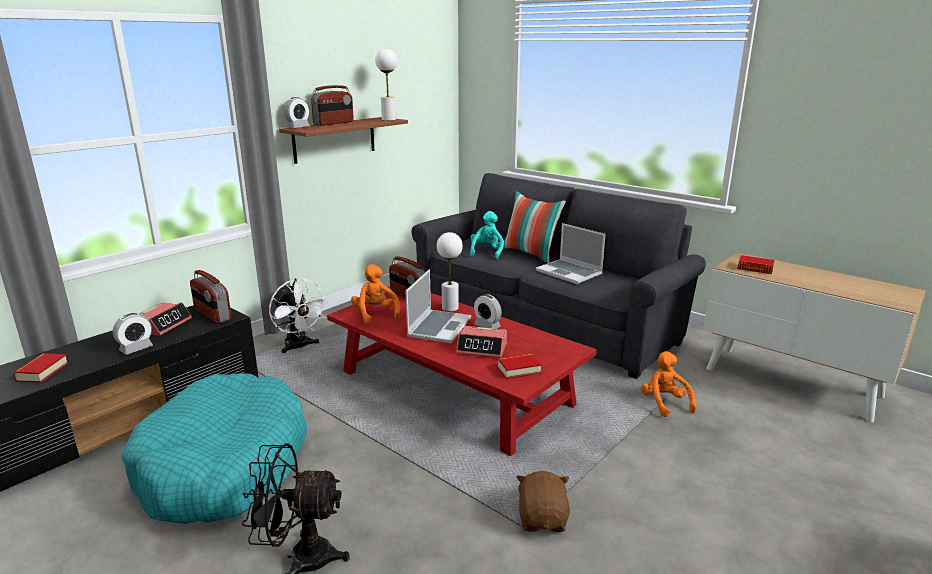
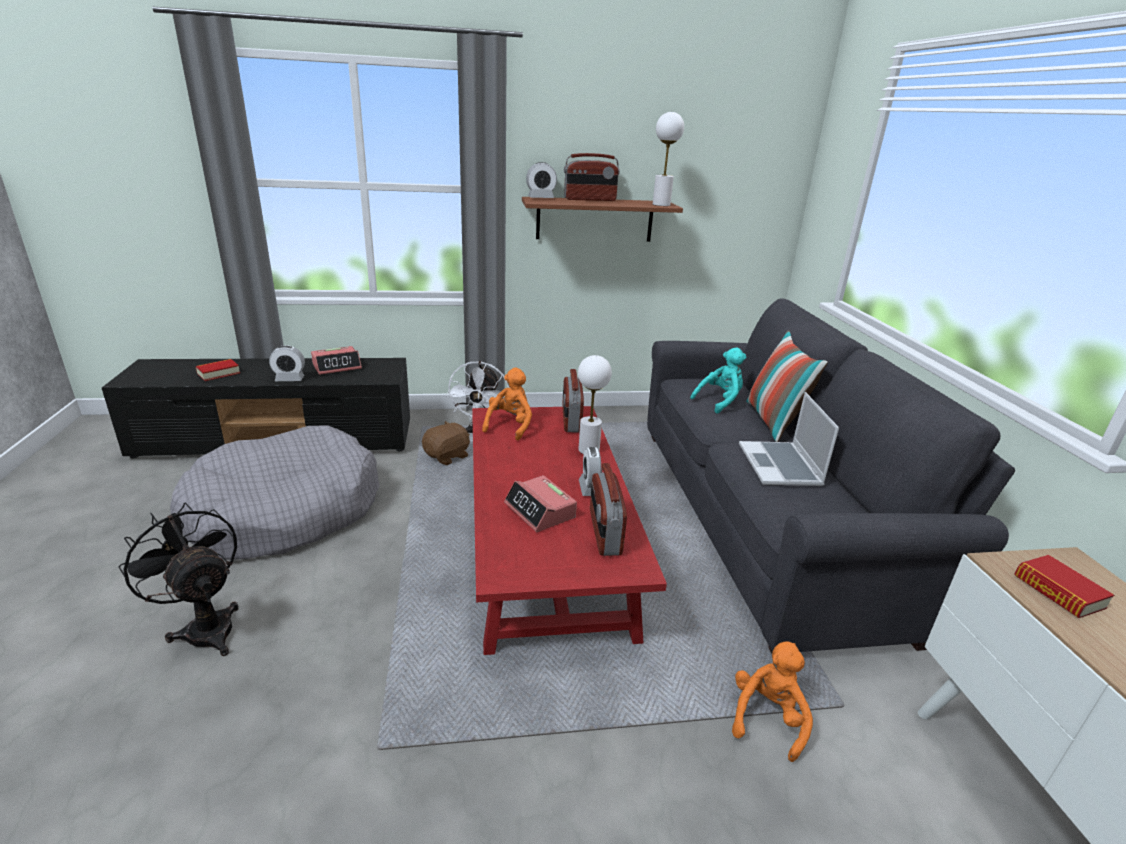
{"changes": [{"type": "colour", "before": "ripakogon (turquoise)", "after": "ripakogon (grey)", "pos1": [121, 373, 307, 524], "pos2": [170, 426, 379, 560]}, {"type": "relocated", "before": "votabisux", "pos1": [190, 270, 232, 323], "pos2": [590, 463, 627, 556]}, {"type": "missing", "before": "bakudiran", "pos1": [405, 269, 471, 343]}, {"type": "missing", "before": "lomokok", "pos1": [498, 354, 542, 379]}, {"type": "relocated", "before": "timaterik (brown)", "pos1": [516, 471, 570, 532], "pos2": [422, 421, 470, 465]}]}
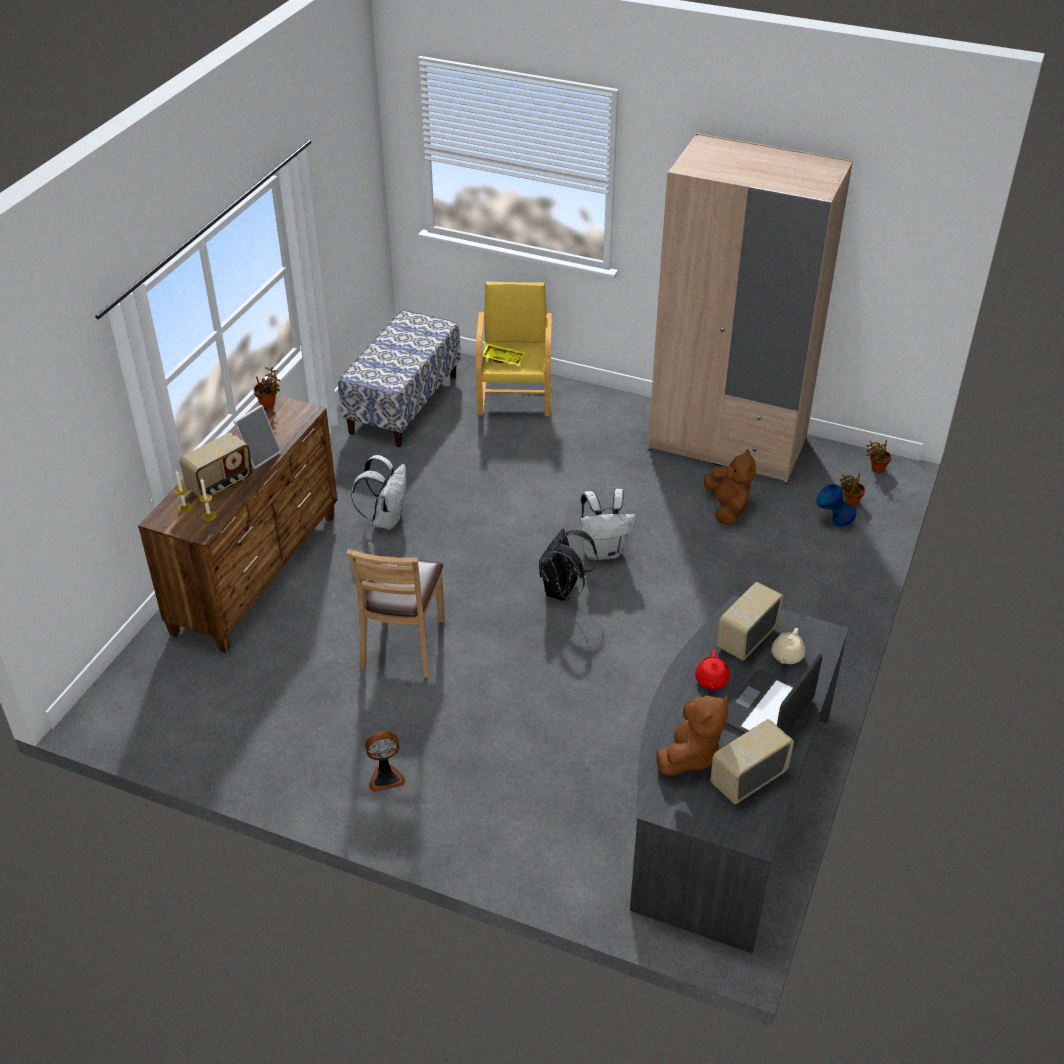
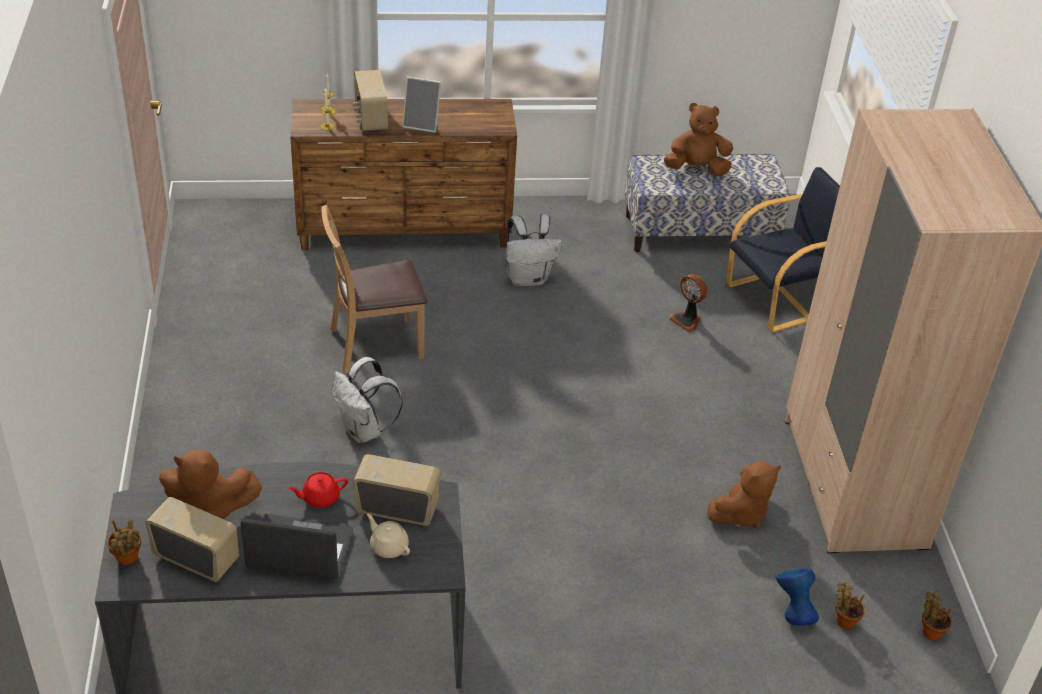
{"changes": [{"type": "spun", "before": "votabisux", "pos1": [180, 433, 253, 497], "pos2": [353, 70, 388, 131], "turn": 60}, {"type": "relocated", "before": "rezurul", "pos1": [254, 367, 280, 408], "pos2": [107, 519, 141, 565]}, {"type": "relocated", "before": "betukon", "pos1": [365, 731, 406, 792], "pos2": [669, 274, 707, 332]}, {"type": "colour", "before": "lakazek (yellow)", "after": "lakazek (black)", "pos1": [476, 282, 552, 416], "pos2": [727, 167, 840, 332]}, {"type": "missing", "before": "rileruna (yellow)", "pos1": [482, 343, 525, 366]}, {"type": "missing", "before": "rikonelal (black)", "pos1": [539, 529, 598, 601]}, {"type": "relocated", "before": "rikonelal (white)", "pos1": [580, 489, 636, 560], "pos2": [333, 357, 403, 443]}, {"type": "spun", "before": "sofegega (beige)", "pos1": [771, 628, 805, 664], "pos2": [367, 513, 410, 558], "turn": 45}, {"type": "appeared", "after": "timaterik (brown)", "pos2": [664, 103, 733, 176]}]}
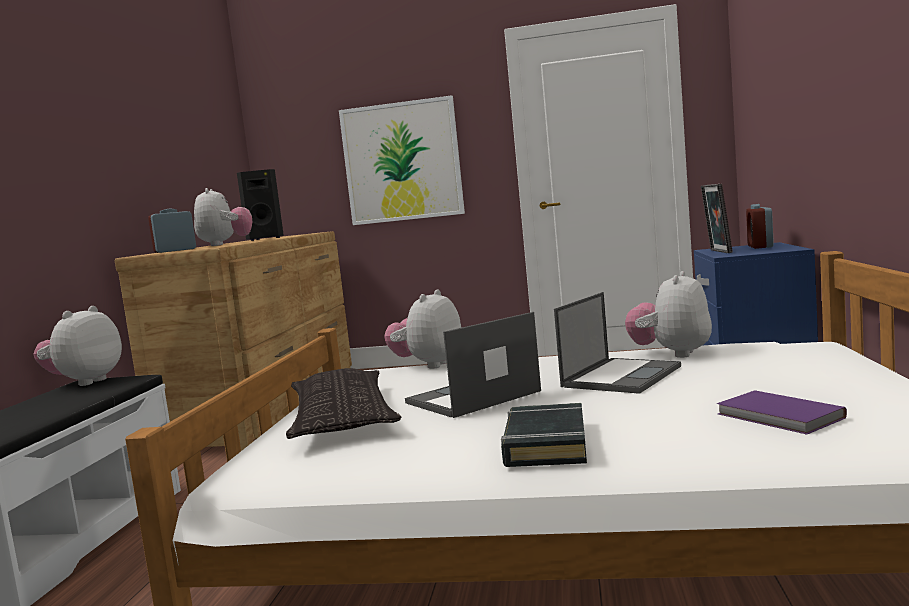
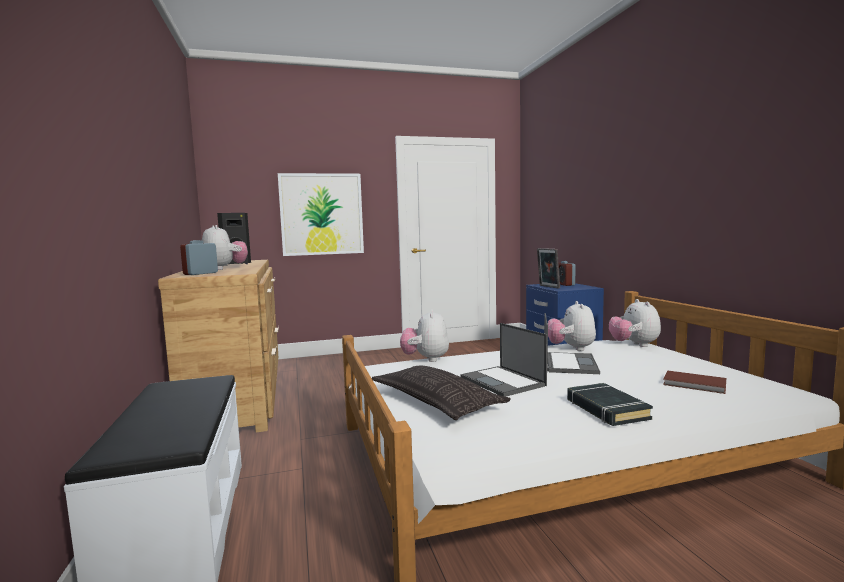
{"changes": [{"type": "relocated", "before": "timaterik", "pos1": [33, 306, 122, 386], "pos2": [609, 299, 661, 347]}, {"type": "spun", "before": "bakudiran", "pos1": [405, 312, 541, 418], "pos2": [460, 323, 547, 397], "turn": -60}, {"type": "colour", "before": "lomokok (purple)", "after": "lomokok (brown)", "pos1": [717, 390, 847, 435], "pos2": [663, 370, 726, 394]}]}
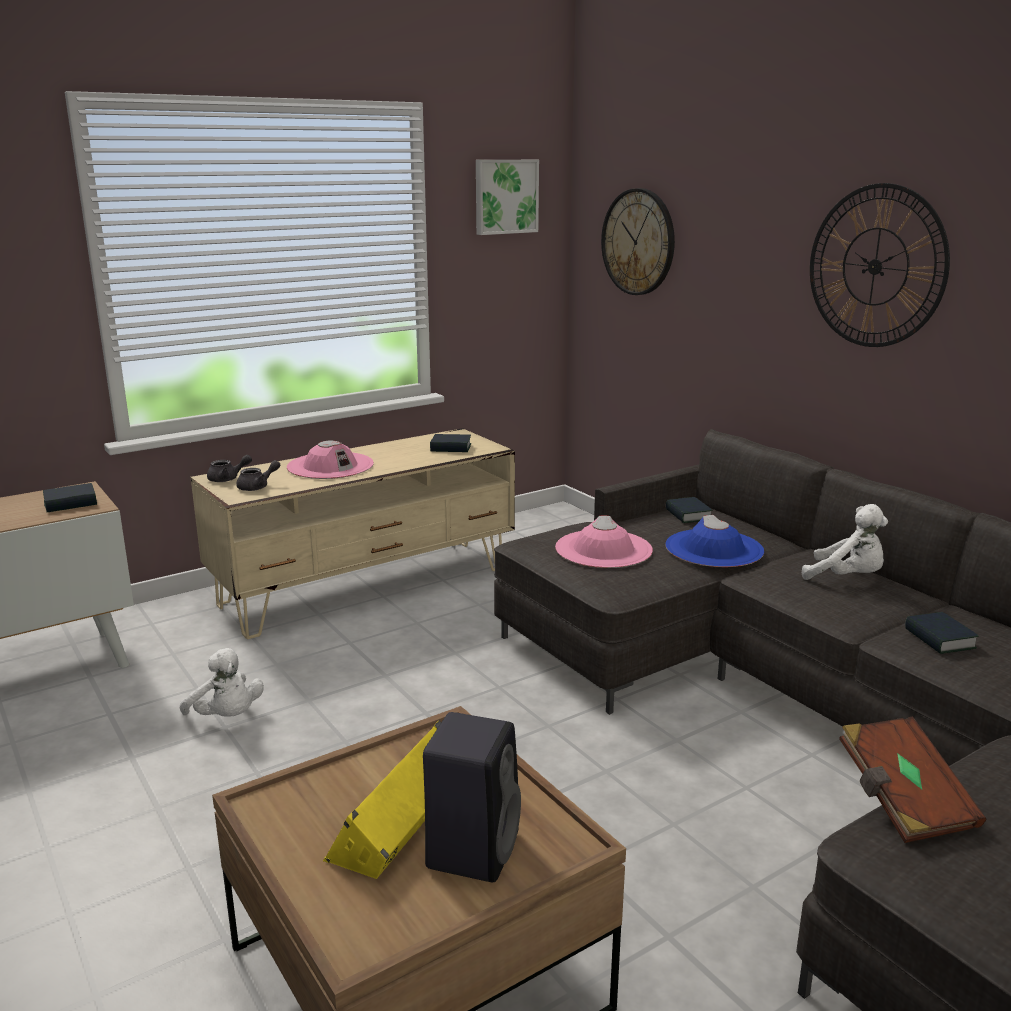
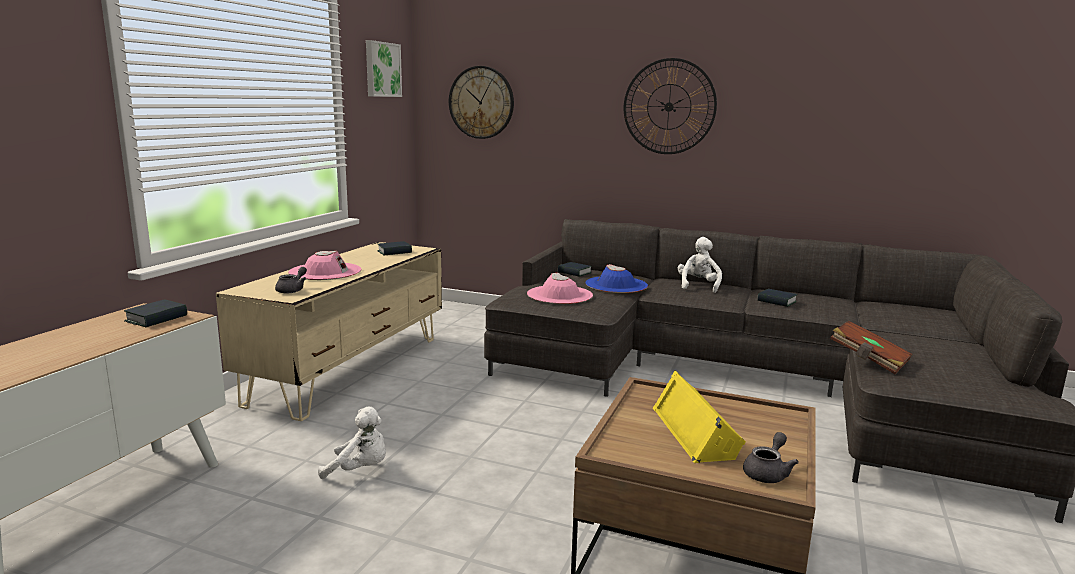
{"changes": [{"type": "relocated", "before": "sofegega (grey)", "pos1": [207, 455, 252, 482], "pos2": [743, 432, 799, 483]}, {"type": "missing", "before": "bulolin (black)", "pos1": [423, 712, 521, 882]}, {"type": "spun", "before": "timaterik (white)", "pos1": [802, 504, 888, 580], "pos2": [678, 237, 722, 293], "turn": -75}]}
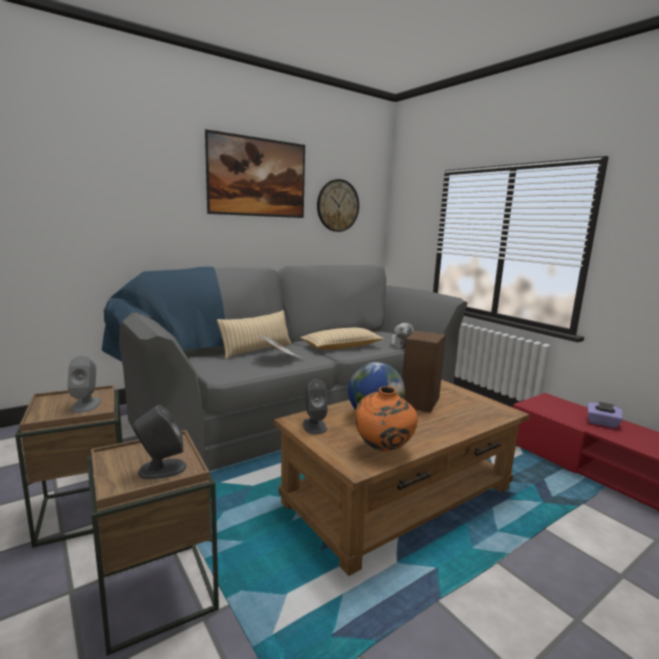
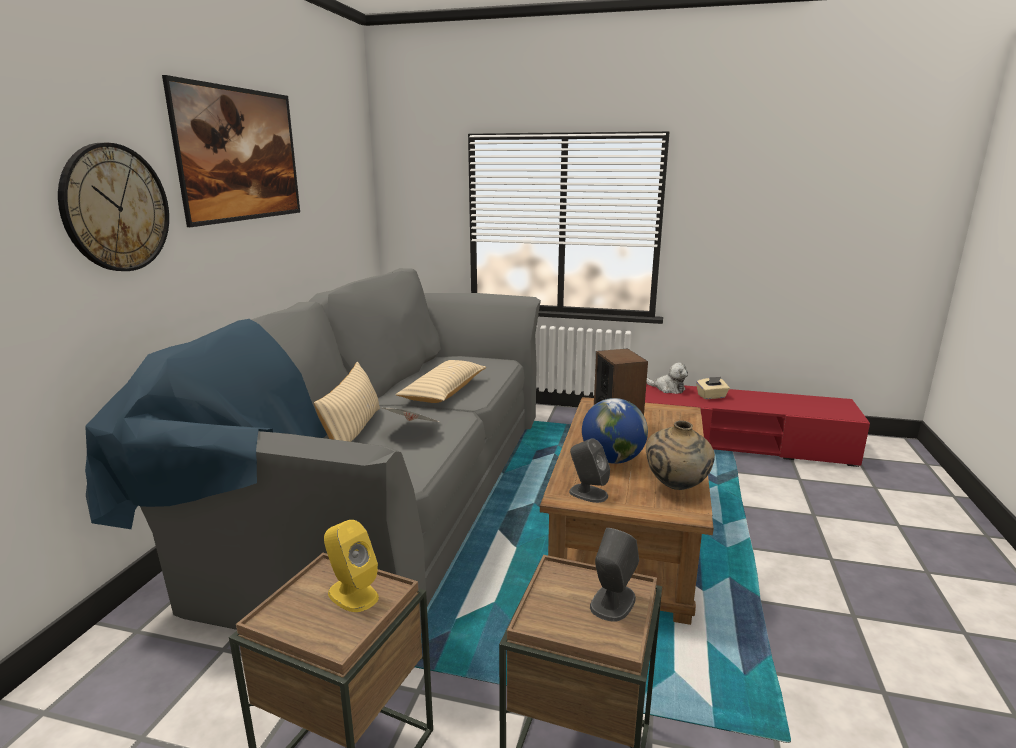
{"changes": [{"type": "colour", "before": "bulolin (grey)", "after": "bulolin (yellow)", "pos1": [67, 356, 101, 413], "pos2": [324, 520, 379, 612]}, {"type": "relocated", "before": "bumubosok", "pos1": [317, 179, 359, 232], "pos2": [58, 143, 169, 271]}, {"type": "colour", "before": "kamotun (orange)", "after": "kamotun (beige)", "pos1": [355, 386, 418, 452], "pos2": [646, 421, 715, 490]}, {"type": "relocated", "before": "timaterik", "pos1": [390, 323, 414, 349], "pos2": [646, 363, 688, 394]}, {"type": "colour", "before": "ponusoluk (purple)", "after": "ponusoluk (beige)", "pos1": [587, 401, 623, 428], "pos2": [696, 377, 730, 399]}]}
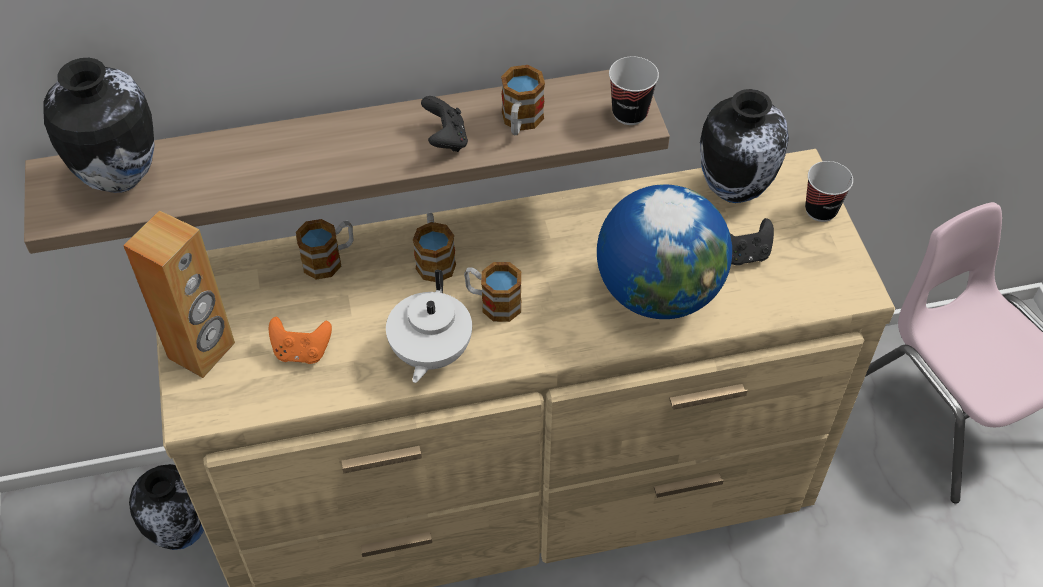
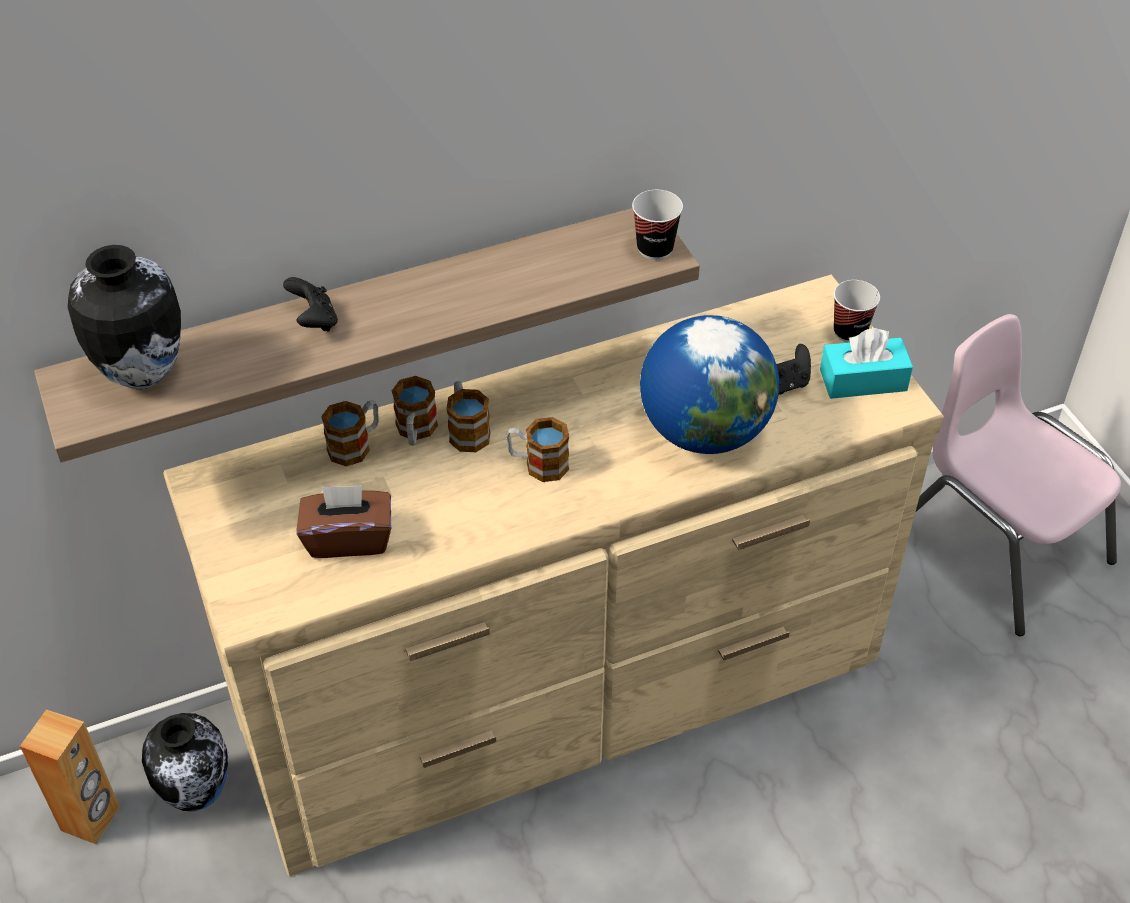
{"changes": [{"type": "relocated", "before": "bulolin (brown)", "pos1": [123, 210, 235, 378], "pos2": [20, 710, 120, 844]}, {"type": "exchanged", "before": "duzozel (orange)", "after": "ponusoluk (brown)", "pos1": [269, 317, 332, 364], "pos2": [296, 485, 391, 558]}, {"type": "missing", "before": "sofegega (white)", "pos1": [386, 270, 472, 383]}, {"type": "relocated", "before": "duzozel (black)", "pos1": [421, 96, 468, 152], "pos2": [283, 277, 338, 331]}, {"type": "relocated", "before": "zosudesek", "pos1": [501, 65, 545, 135], "pos2": [392, 376, 438, 446]}, {"type": "missing", "before": "kamotun", "pos1": [700, 89, 789, 203]}, {"type": "appeared", "after": "ponusoluk (turquoise)", "pos2": [820, 328, 913, 399]}]}
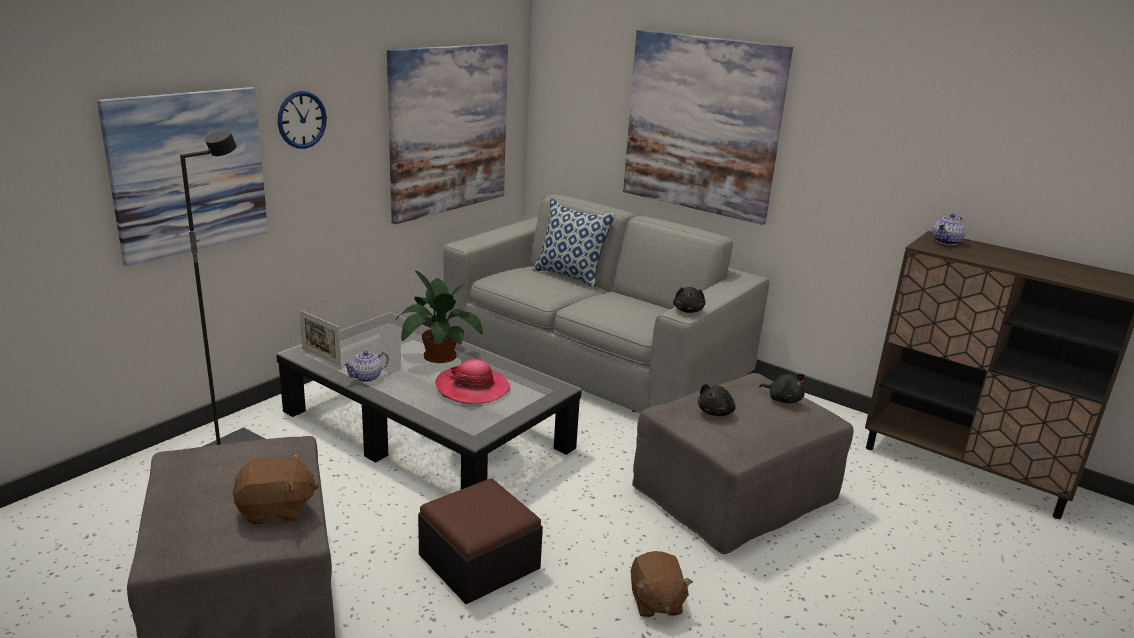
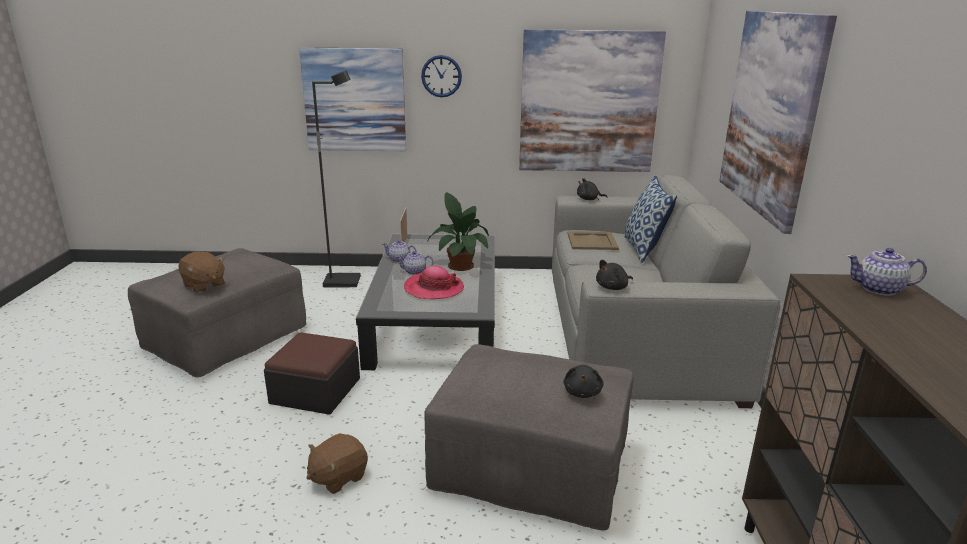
{"changes": [{"type": "relocated", "before": "timaterik (black)", "pos1": [698, 384, 736, 416], "pos2": [577, 178, 608, 200]}, {"type": "appeared", "after": "sofegega", "pos2": [395, 251, 434, 275]}, {"type": "appeared", "after": "rileruna (beige)", "pos2": [568, 231, 619, 250]}]}
